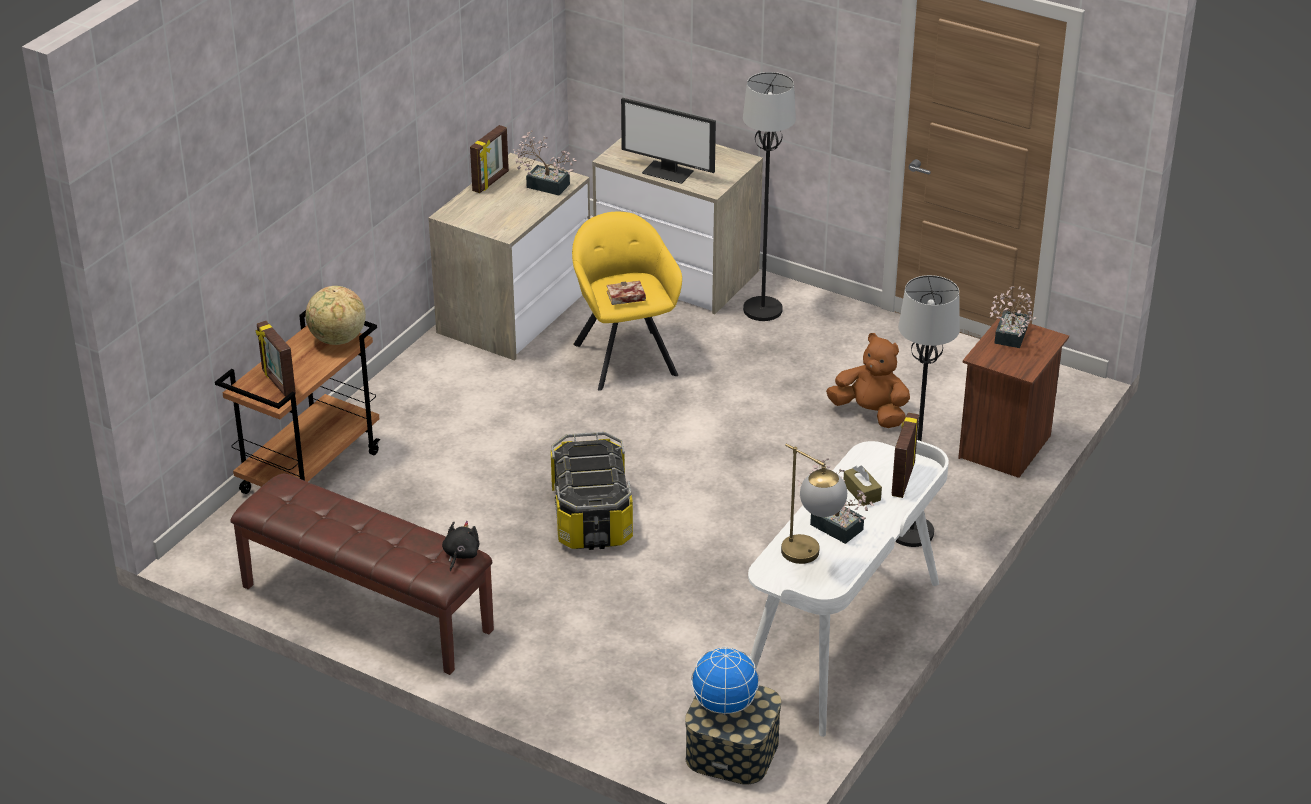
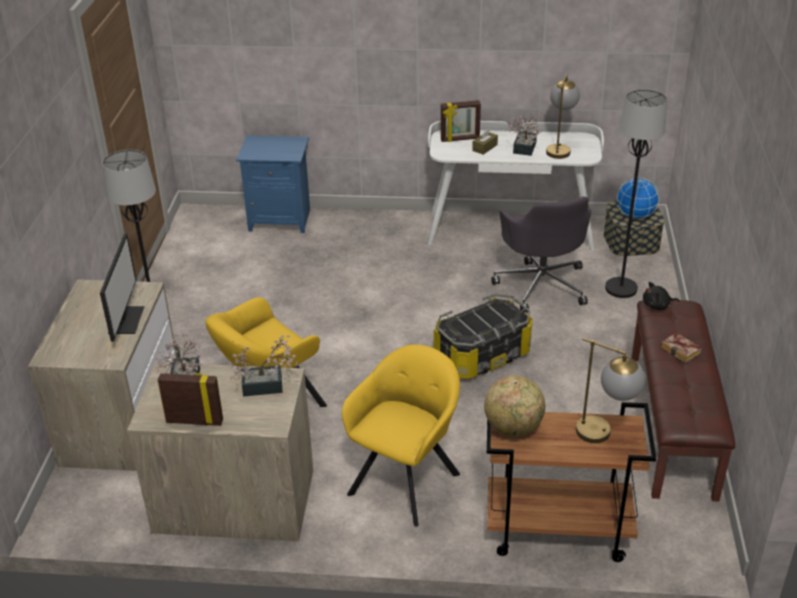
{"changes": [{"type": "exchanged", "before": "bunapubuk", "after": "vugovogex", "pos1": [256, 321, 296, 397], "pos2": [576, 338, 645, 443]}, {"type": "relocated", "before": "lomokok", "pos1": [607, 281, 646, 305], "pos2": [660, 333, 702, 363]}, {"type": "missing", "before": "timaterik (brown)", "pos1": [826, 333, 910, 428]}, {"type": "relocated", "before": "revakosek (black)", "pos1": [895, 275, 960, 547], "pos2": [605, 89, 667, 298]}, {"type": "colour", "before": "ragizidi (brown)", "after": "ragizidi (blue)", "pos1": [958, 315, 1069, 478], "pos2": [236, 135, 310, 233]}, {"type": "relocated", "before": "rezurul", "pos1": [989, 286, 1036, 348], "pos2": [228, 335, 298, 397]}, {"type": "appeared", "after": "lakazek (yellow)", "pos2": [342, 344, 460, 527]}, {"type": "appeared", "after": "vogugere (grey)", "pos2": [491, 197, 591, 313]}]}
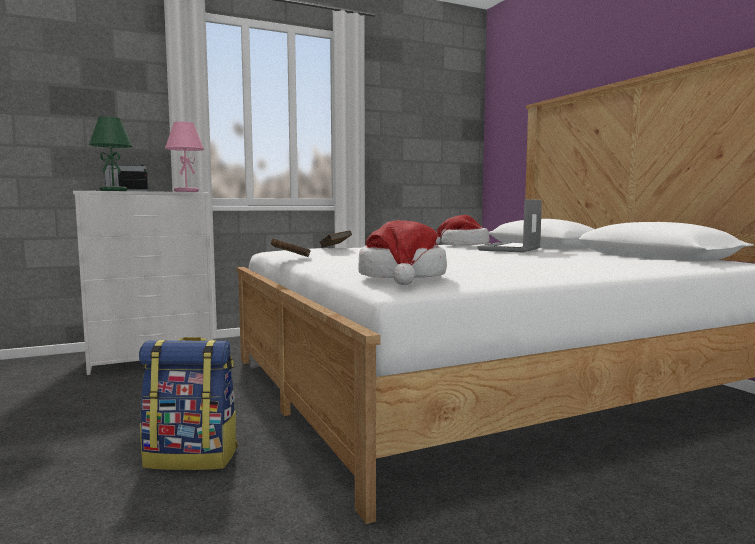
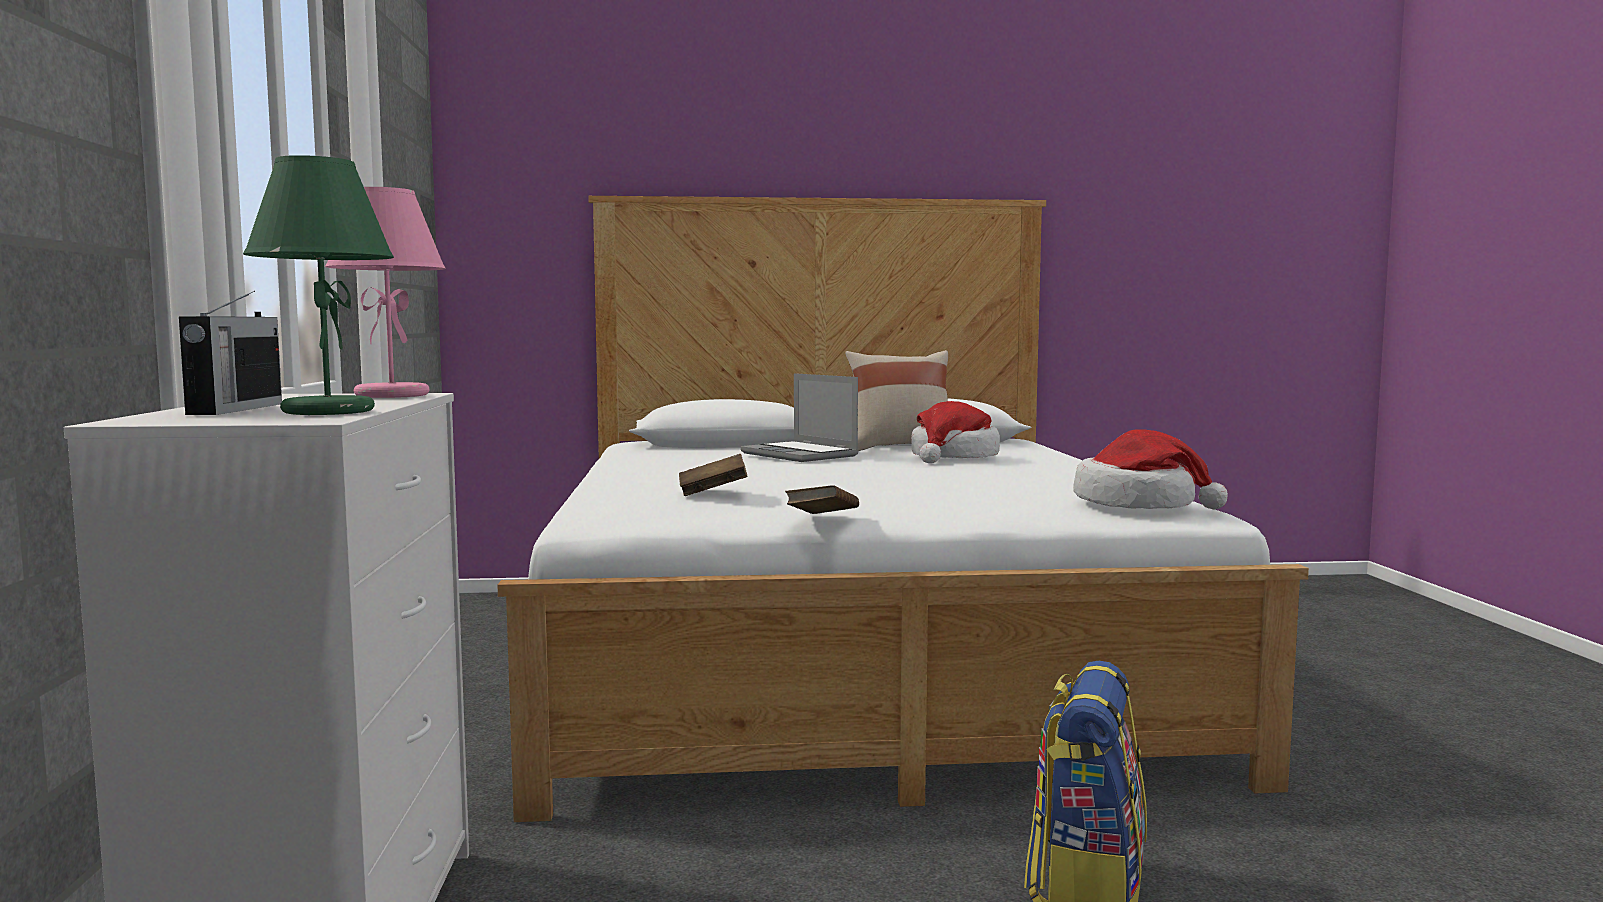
{"changes": [{"type": "relocated", "before": "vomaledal", "pos1": [436, 215, 490, 245], "pos2": [911, 401, 1000, 463]}, {"type": "appeared", "after": "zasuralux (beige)", "pos2": [845, 350, 948, 451]}]}
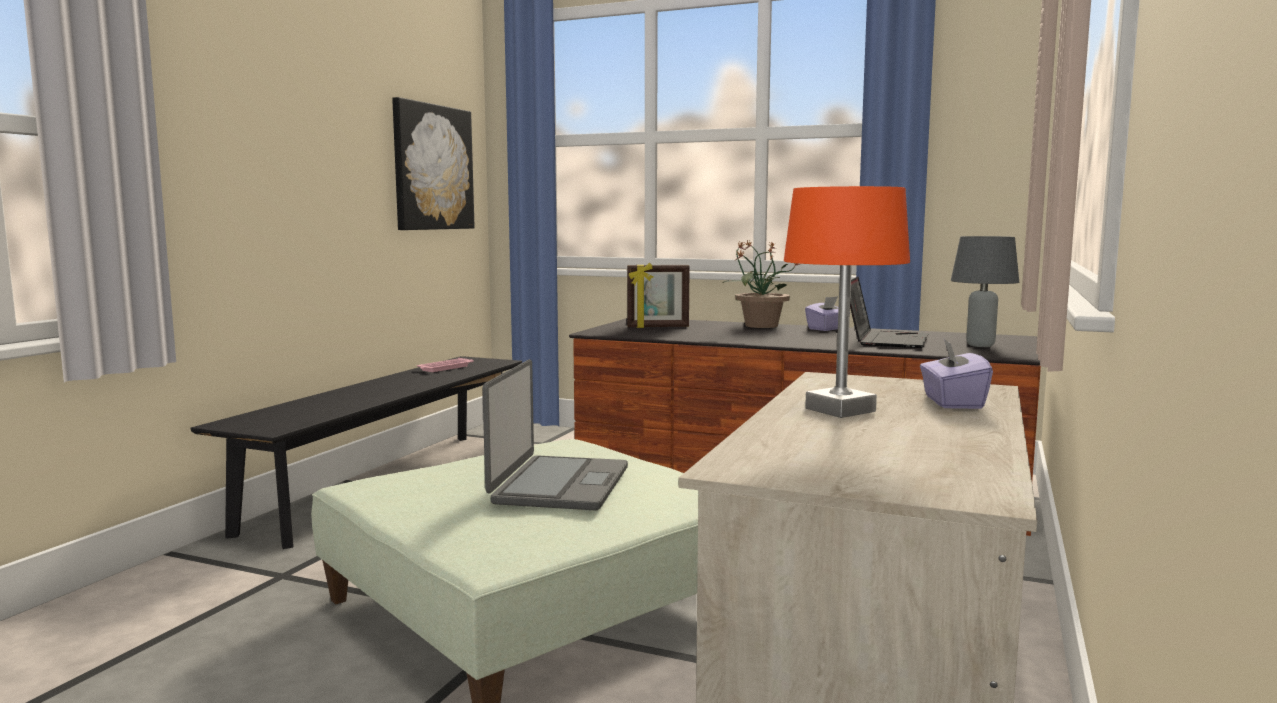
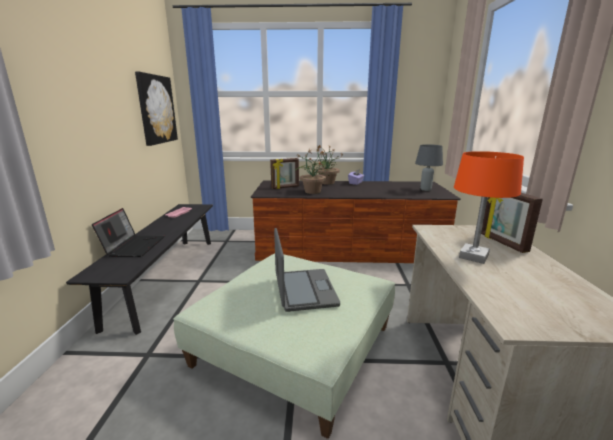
{"changes": [{"type": "relocated", "before": "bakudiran", "pos1": [850, 277, 929, 348], "pos2": [92, 208, 164, 257]}, {"type": "exchanged", "before": "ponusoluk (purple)", "after": "bunapubuk", "pos1": [920, 339, 993, 409], "pos2": [481, 193, 543, 253]}, {"type": "appeared", "after": "rezurul", "pos2": [295, 149, 329, 194]}]}
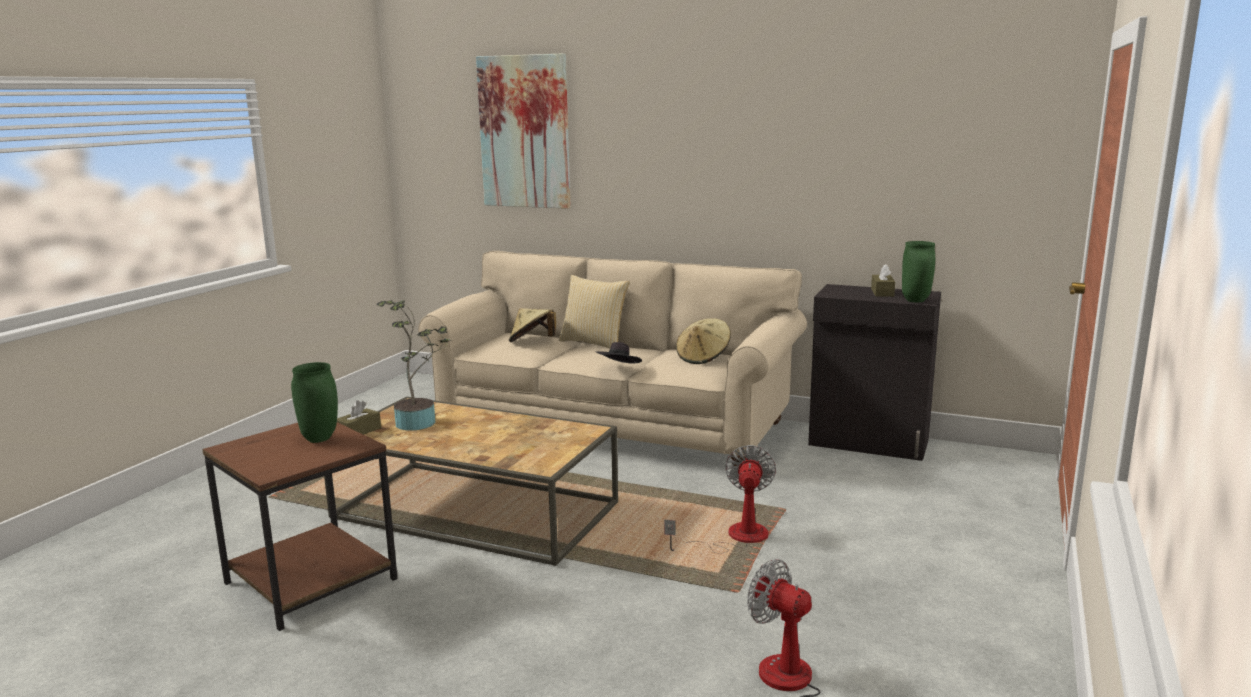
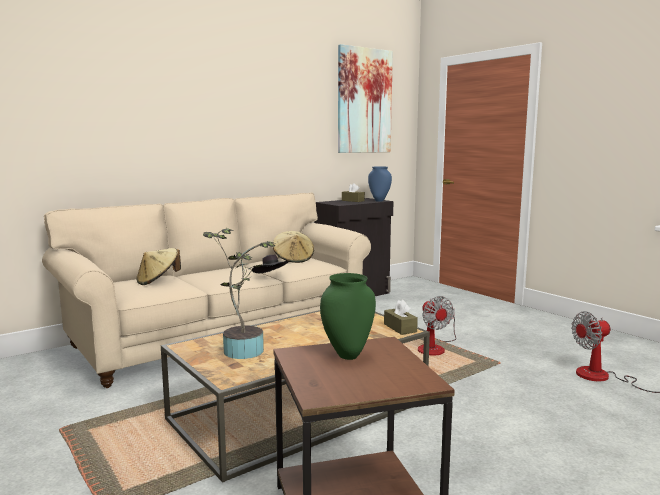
{"changes": [{"type": "relocated", "before": "ponusoluk (brown)", "pos1": [337, 400, 381, 435], "pos2": [384, 300, 418, 335]}, {"type": "relocated", "before": "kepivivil", "pos1": [476, 53, 571, 209], "pos2": [338, 44, 393, 153]}, {"type": "missing", "before": "zasuralux", "pos1": [559, 275, 630, 348]}, {"type": "spun", "before": "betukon", "pos1": [664, 445, 776, 553], "pos2": [418, 296, 456, 356], "turn": -150}, {"type": "colour", "before": "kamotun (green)", "after": "kamotun (blue)", "pos1": [902, 241, 935, 302], "pos2": [368, 166, 392, 202]}]}
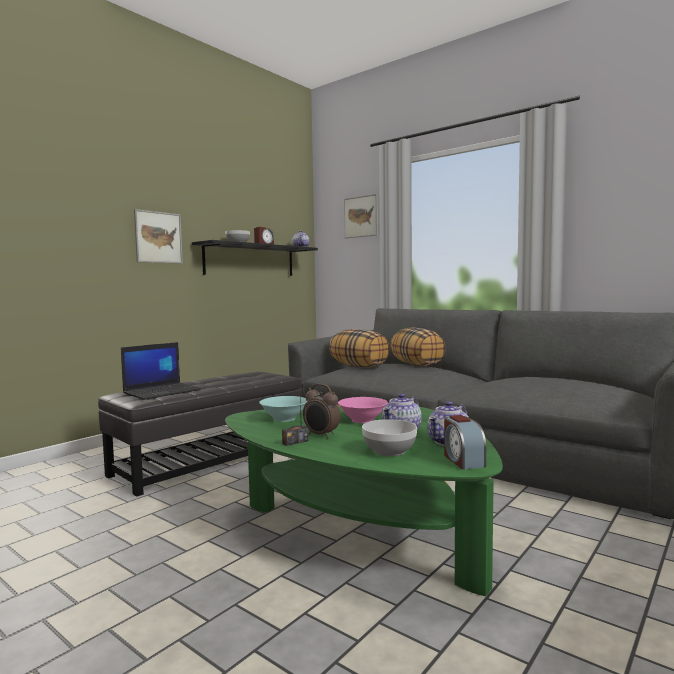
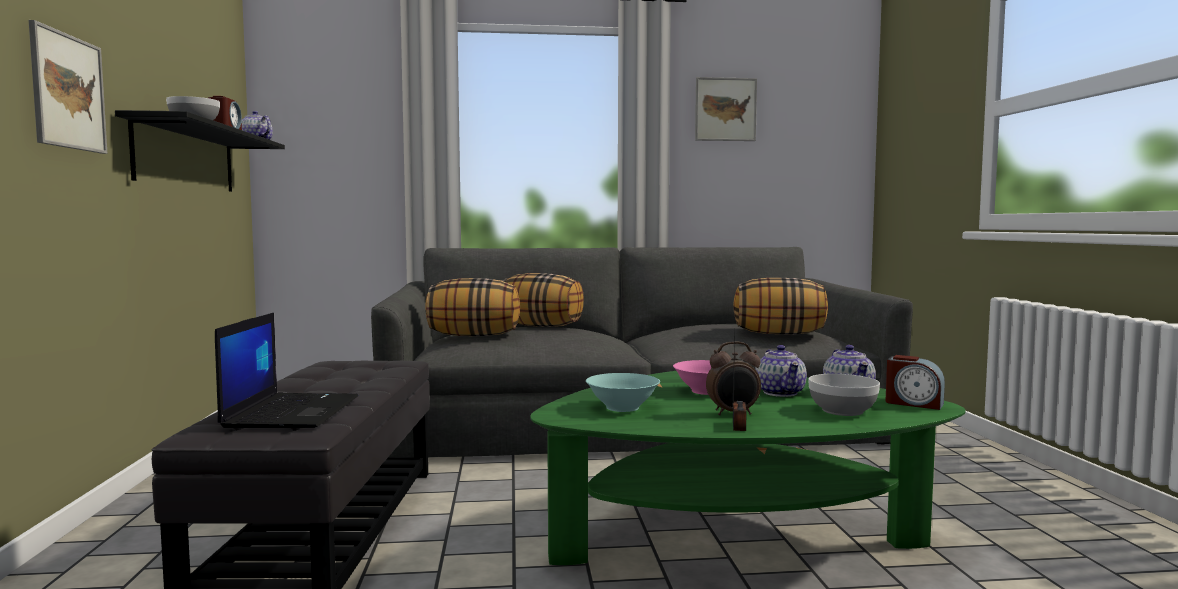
{"changes": [{"type": "relocated", "before": "kepivivil", "pos1": [344, 194, 378, 238], "pos2": [695, 77, 757, 141]}, {"type": "appeared", "after": "zasuralux", "pos2": [733, 278, 828, 334]}]}
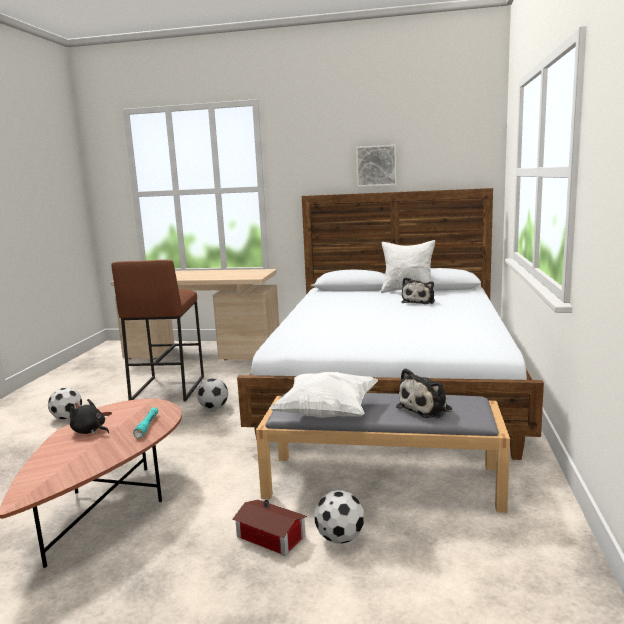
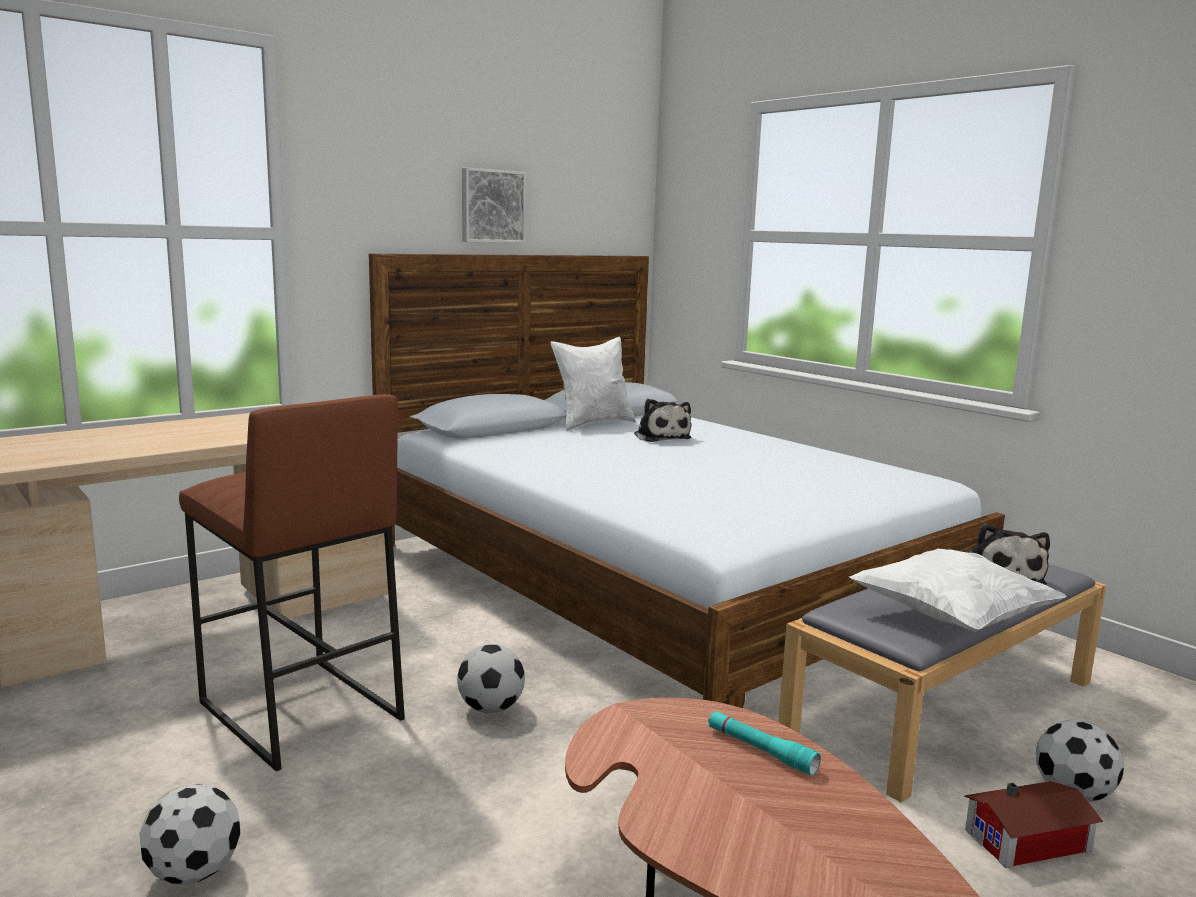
{"changes": [{"type": "missing", "before": "timaterik (black)", "pos1": [70, 399, 109, 435]}]}
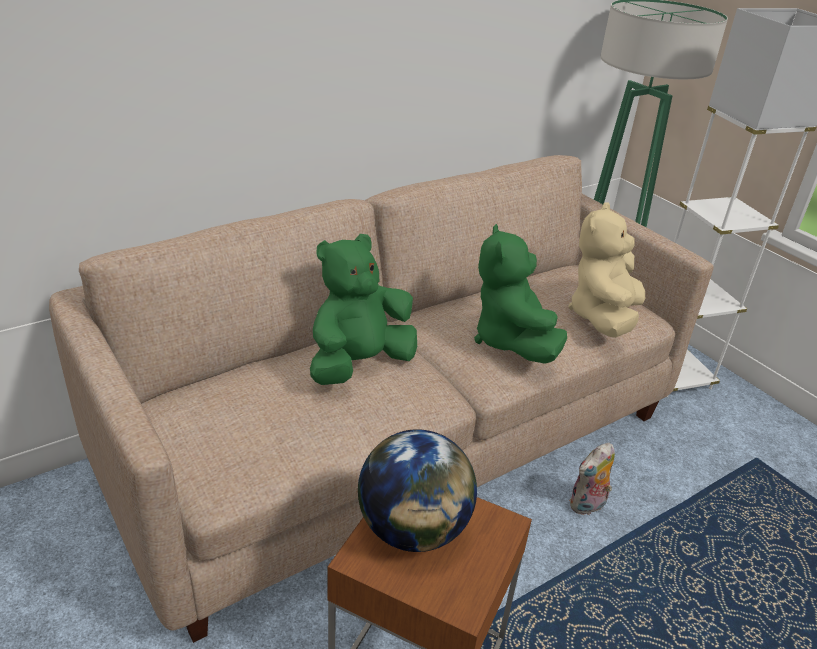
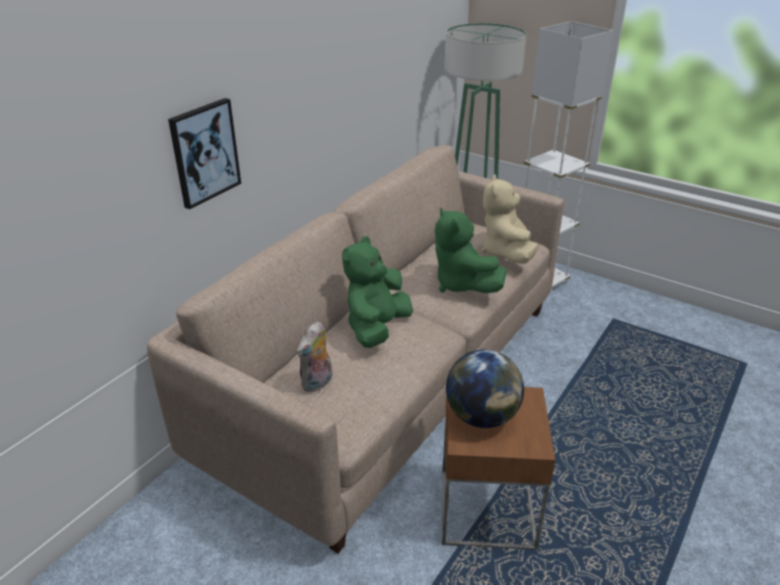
{"changes": [{"type": "relocated", "before": "timaterik", "pos1": [569, 443, 615, 515], "pos2": [297, 322, 333, 393]}, {"type": "appeared", "after": "kepivivil", "pos2": [168, 98, 241, 209]}]}
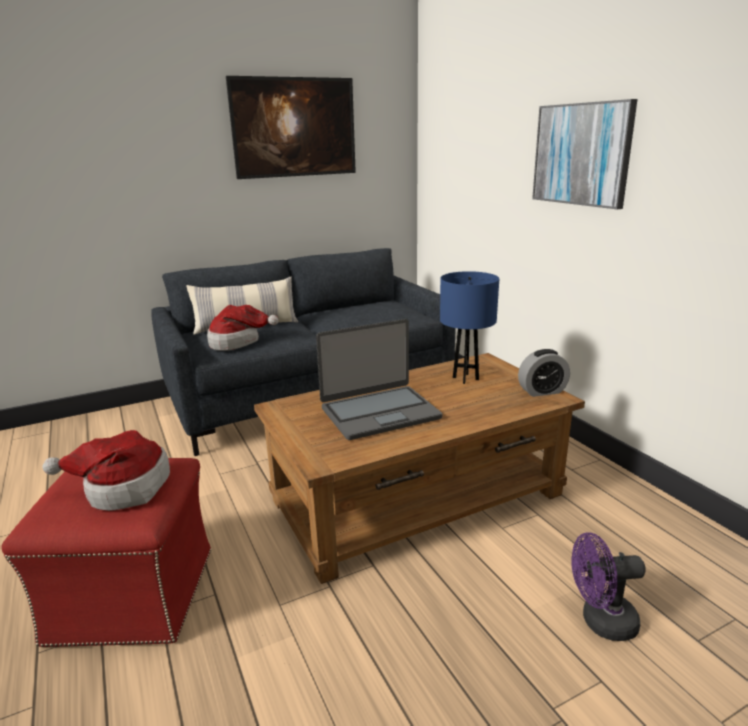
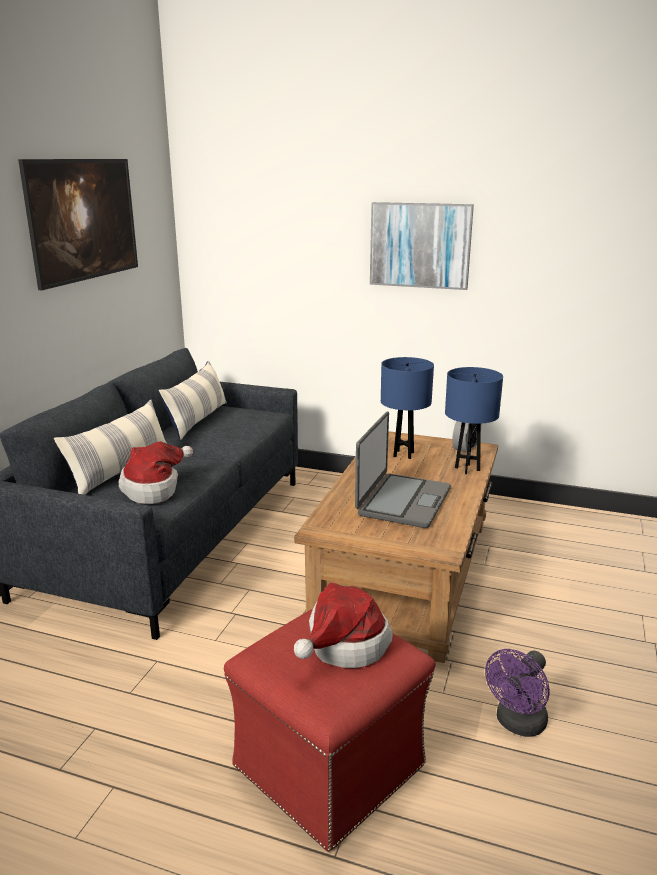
{"changes": [{"type": "relocated", "before": "betukon (purple)", "pos1": [571, 532, 646, 641], "pos2": [485, 649, 550, 737]}, {"type": "appeared", "after": "zasuralux", "pos2": [158, 361, 227, 440]}, {"type": "appeared", "after": "vugovogex (blue)", "pos2": [445, 367, 503, 474]}]}
